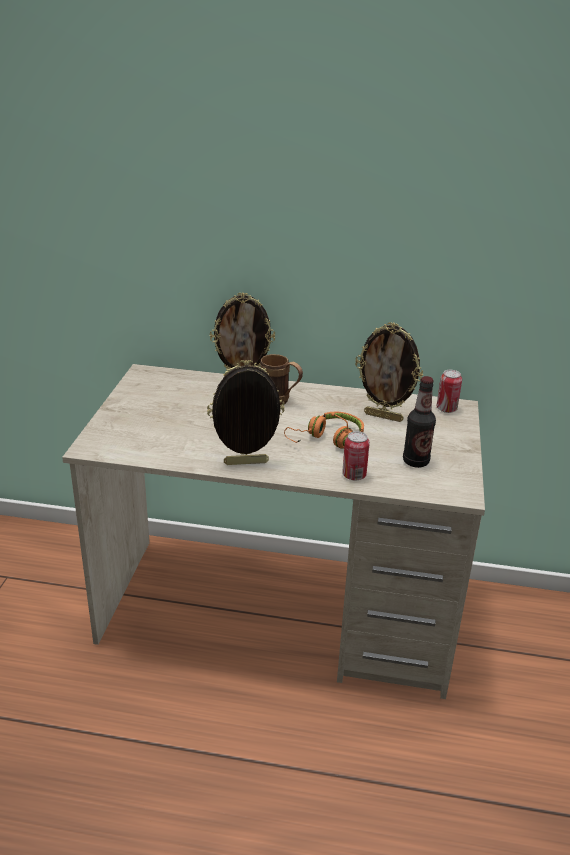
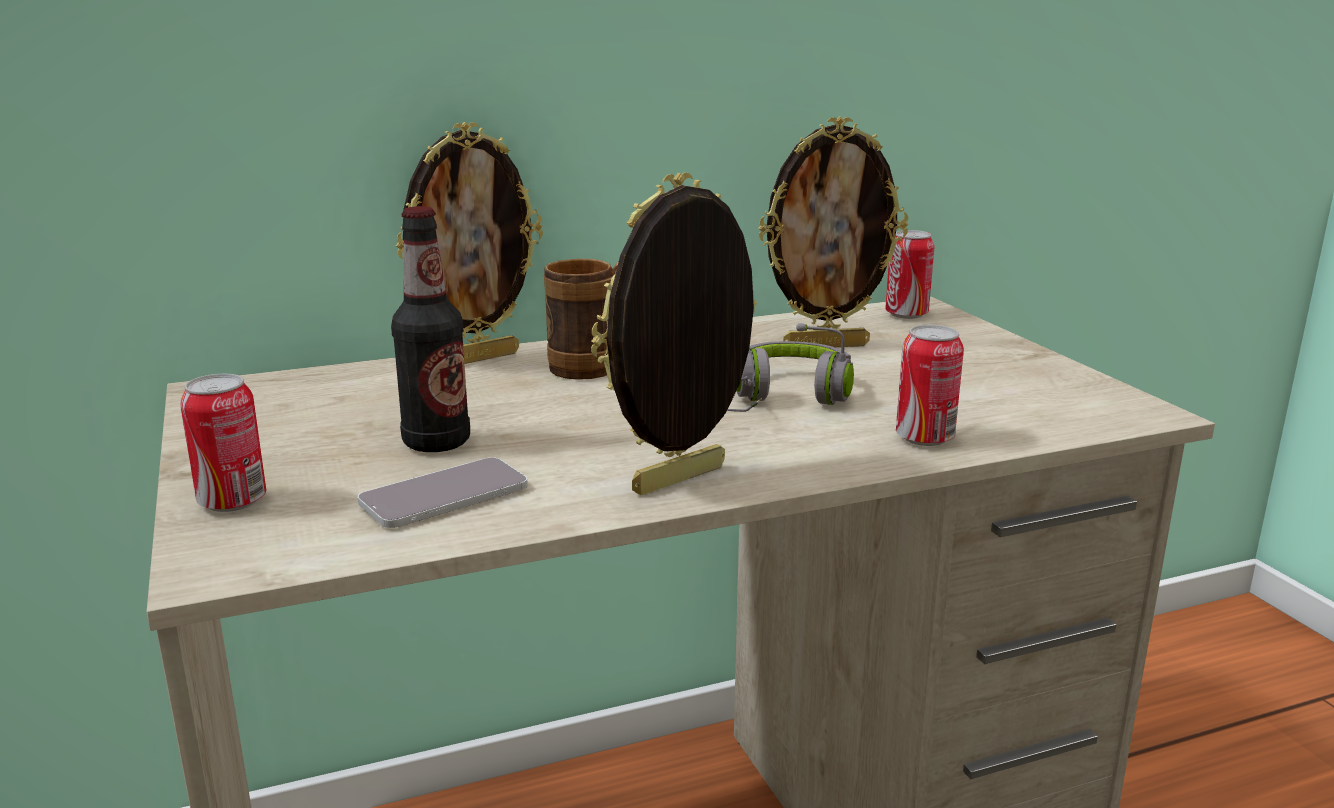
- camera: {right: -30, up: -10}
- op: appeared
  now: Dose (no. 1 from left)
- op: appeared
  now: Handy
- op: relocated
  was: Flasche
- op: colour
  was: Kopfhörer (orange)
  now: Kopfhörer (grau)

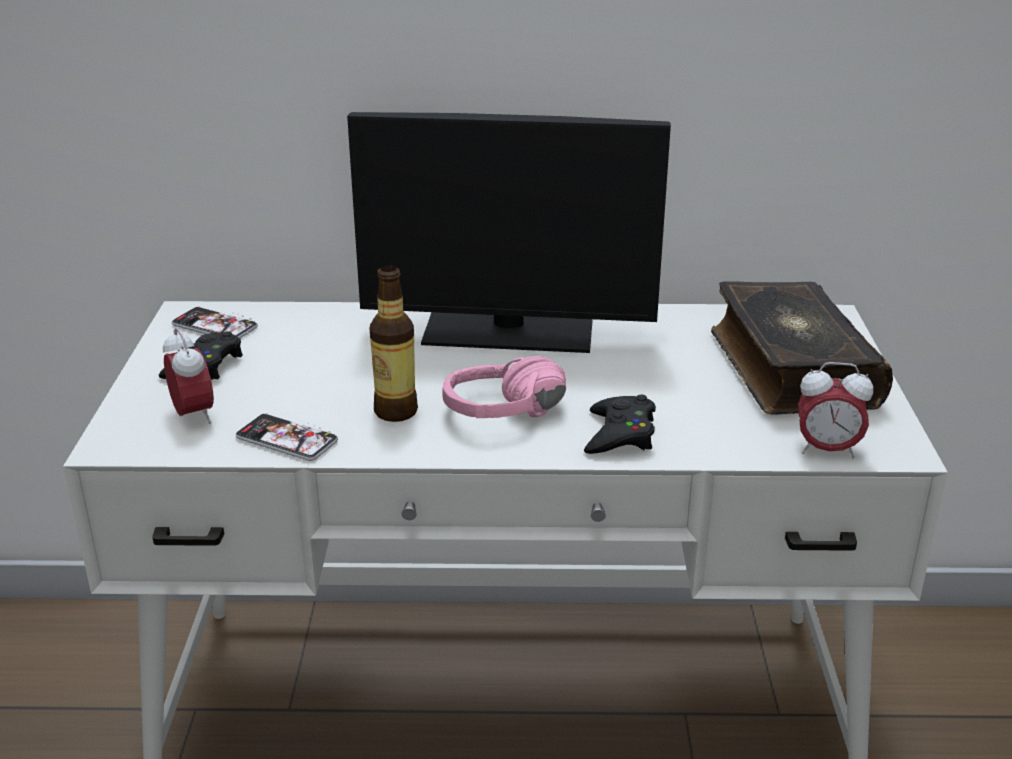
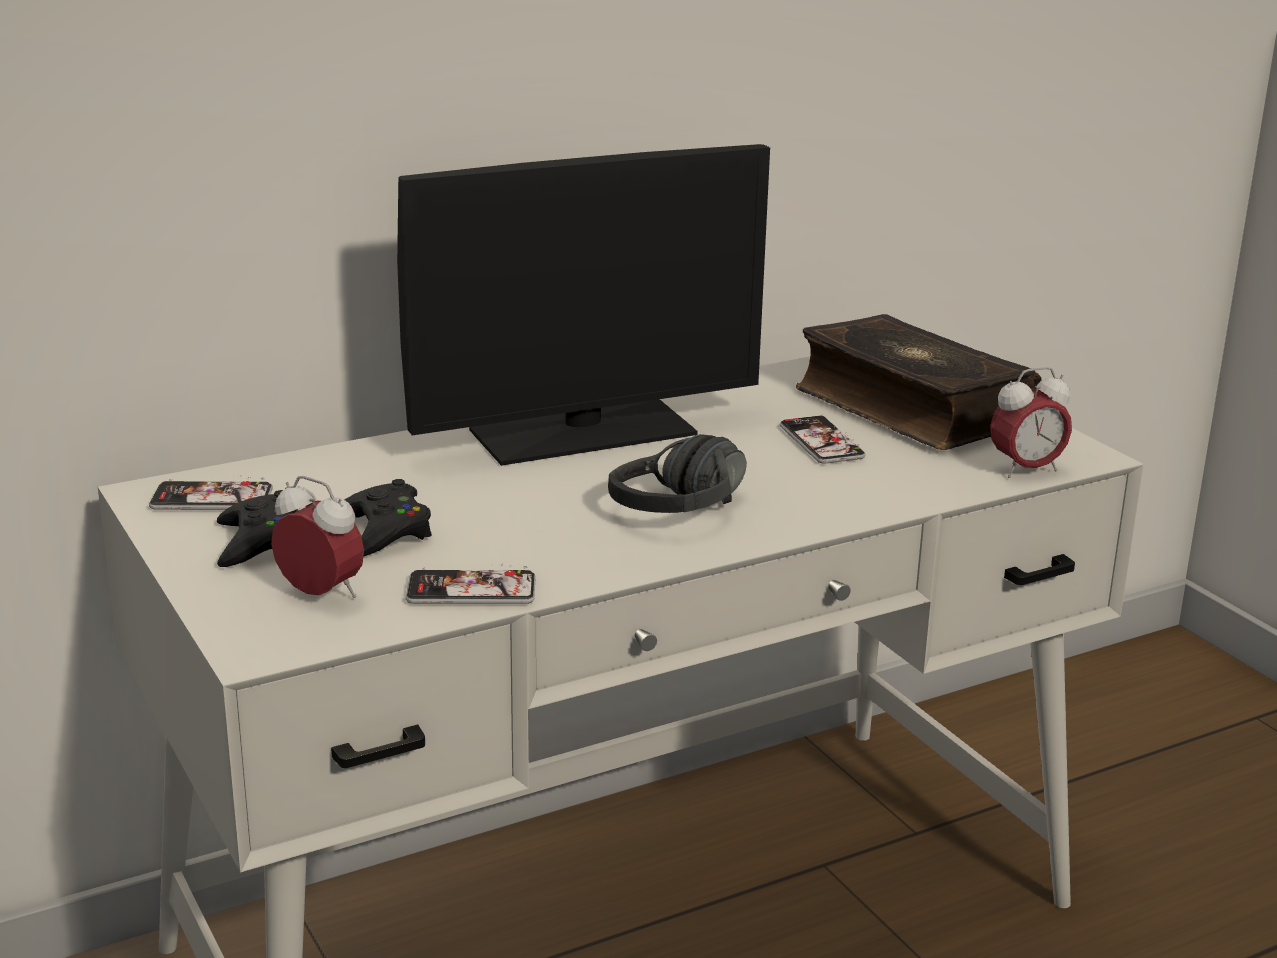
- camera: {right: -30, up: -5}
- op: relocated
  was: Gamepad (schwarz) (no. 2 from left)
- op: colour
  was: Kopfhörer (rosa)
  now: Kopfhörer (schwarz)
- op: appeared
  now: Handy (no. 3 from left)
- op: missing
  was: Flasche

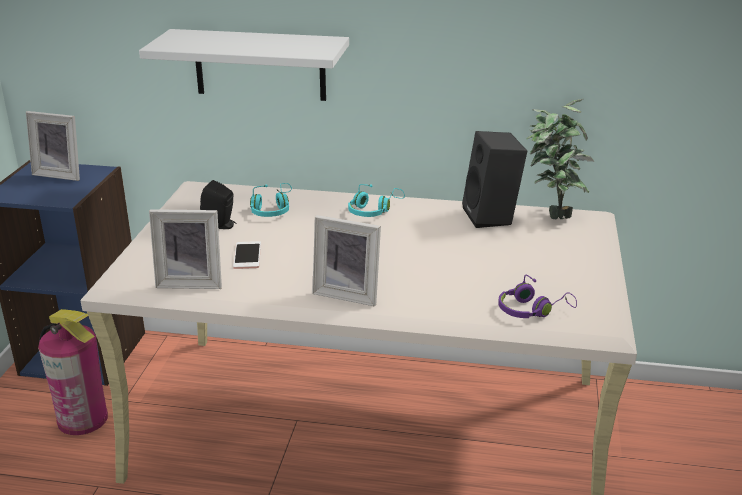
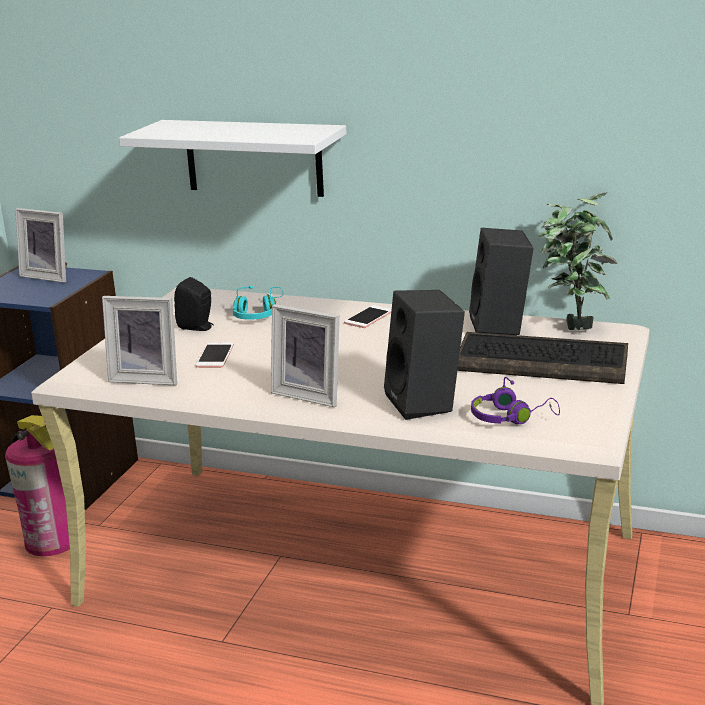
- camera: {right: 10, up: -5}
- op: exchanged
  was: Kopfhörer (türkis) (no. 2 from left)
  now: Handy (no. 2 from left)
- op: appeared
  now: Lautsprecher (schwarz) (no. 2 from left)
- op: appeared
  now: Tastatur

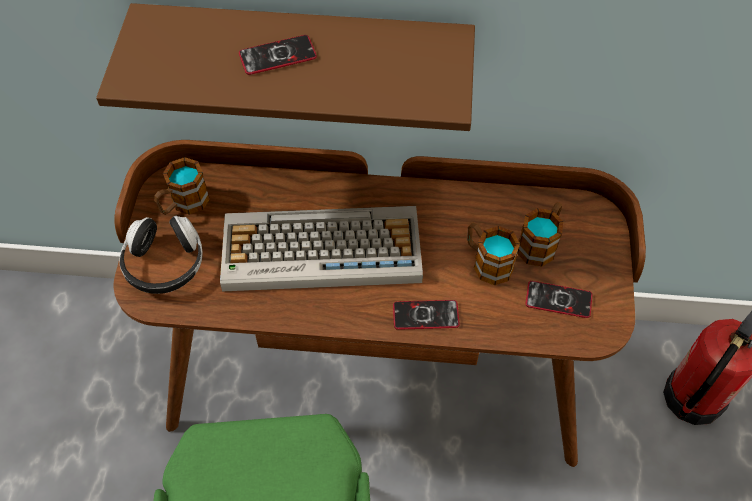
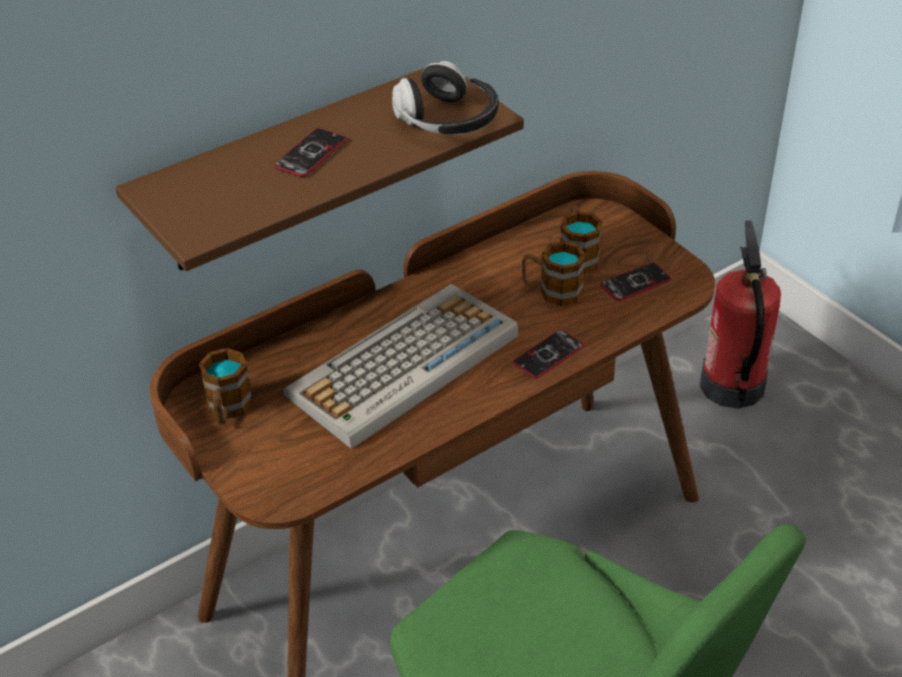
- camera: {right: -40, up: -15}
- op: relocated
  was: Kopfhörer

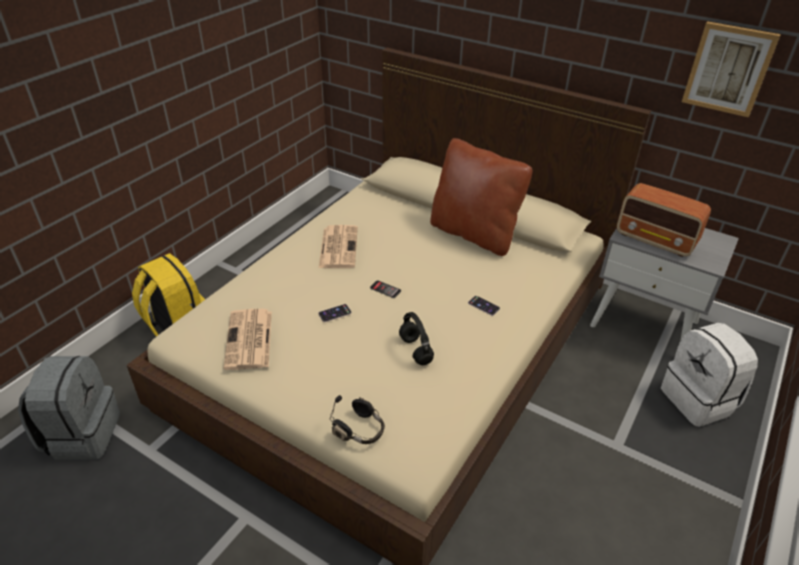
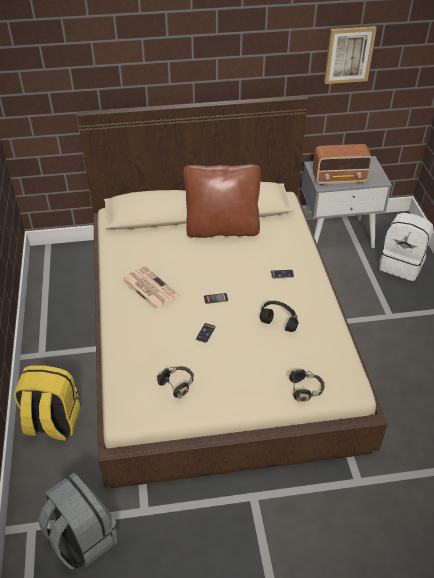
- camera: {right: -40, up: 5}
- op: exchanged
  was: Zeitung (no. 1 from left)
  now: Kopfhörer (schwarz) (no. 1 from left)

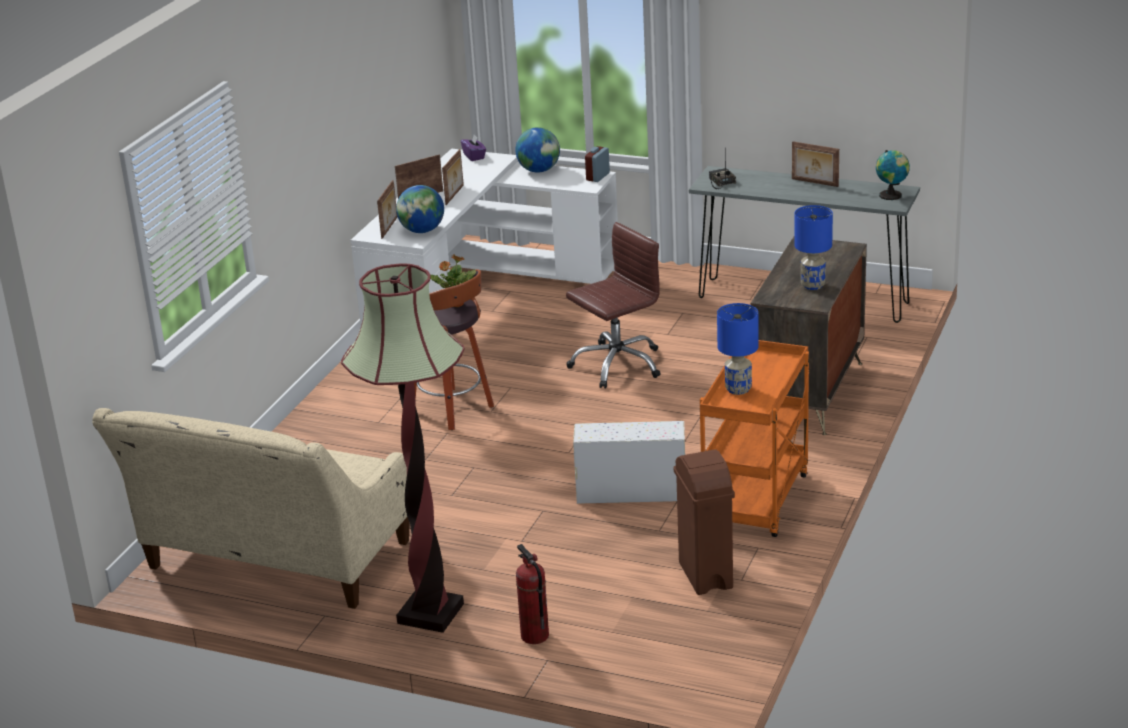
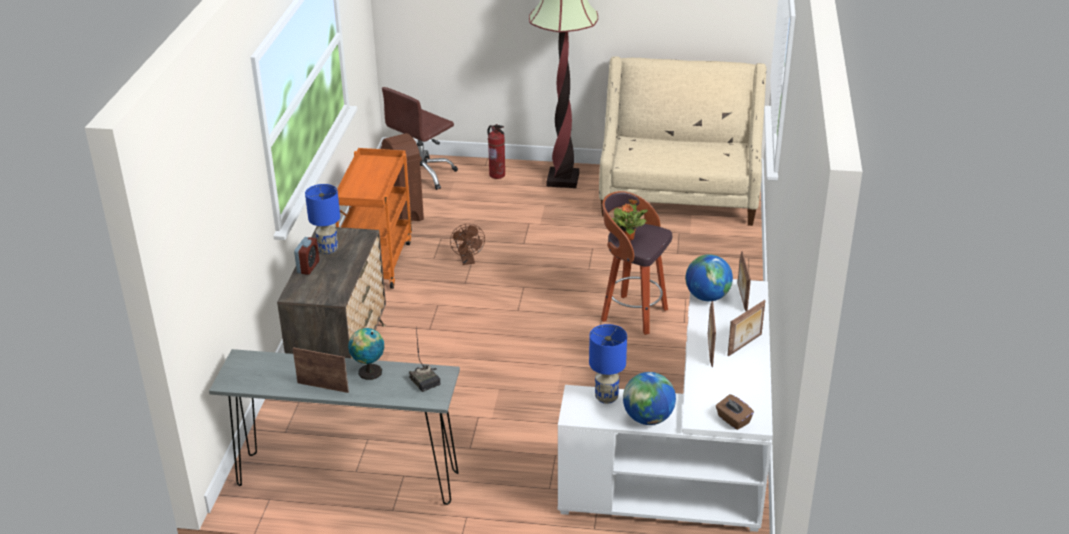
- camera: {right: 165, up: 5}
- op: relocated
  was: Wecker
- op: relocated
  was: Globus (no. 3 from left in the first image)
  now: Globus (no. 1 from left)
- op: relocated
  was: Bürostuhl (braun)
- op: exchanged
  was: Aufbewahrungsbox (weiß)
  now: Ventilator (braun)
- op: relocated
  was: Tischlampe (blau) (no. 1 from left in the first image)
  now: Tischlampe (blau) (no. 2 from left)
- op: colour
  was: Taschentuchbox (lila)
  now: Taschentuchbox (braun)

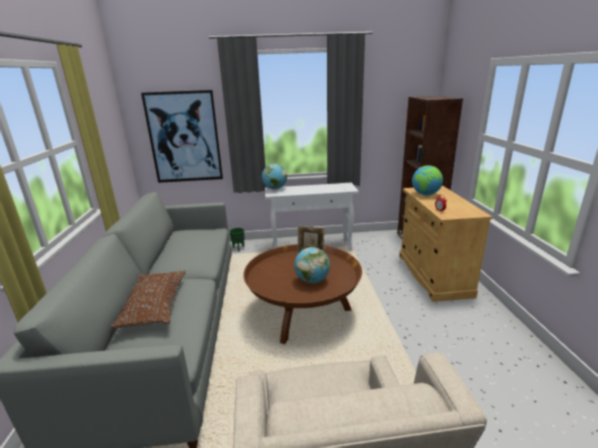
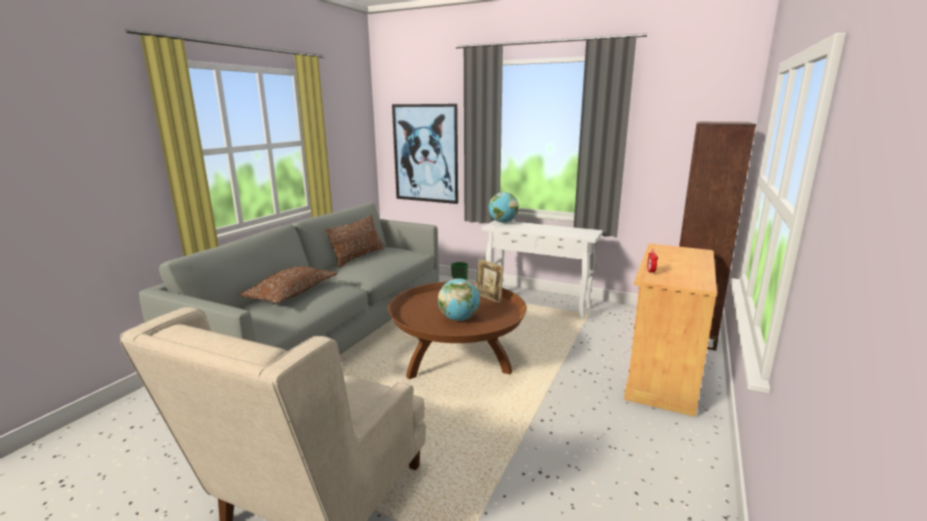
- camera: {right: 30, up: -5}
- op: appeared
  now: Kissen (braun) (no. 2 from left)
- op: missing
  was: Globus (no. 3 from left)

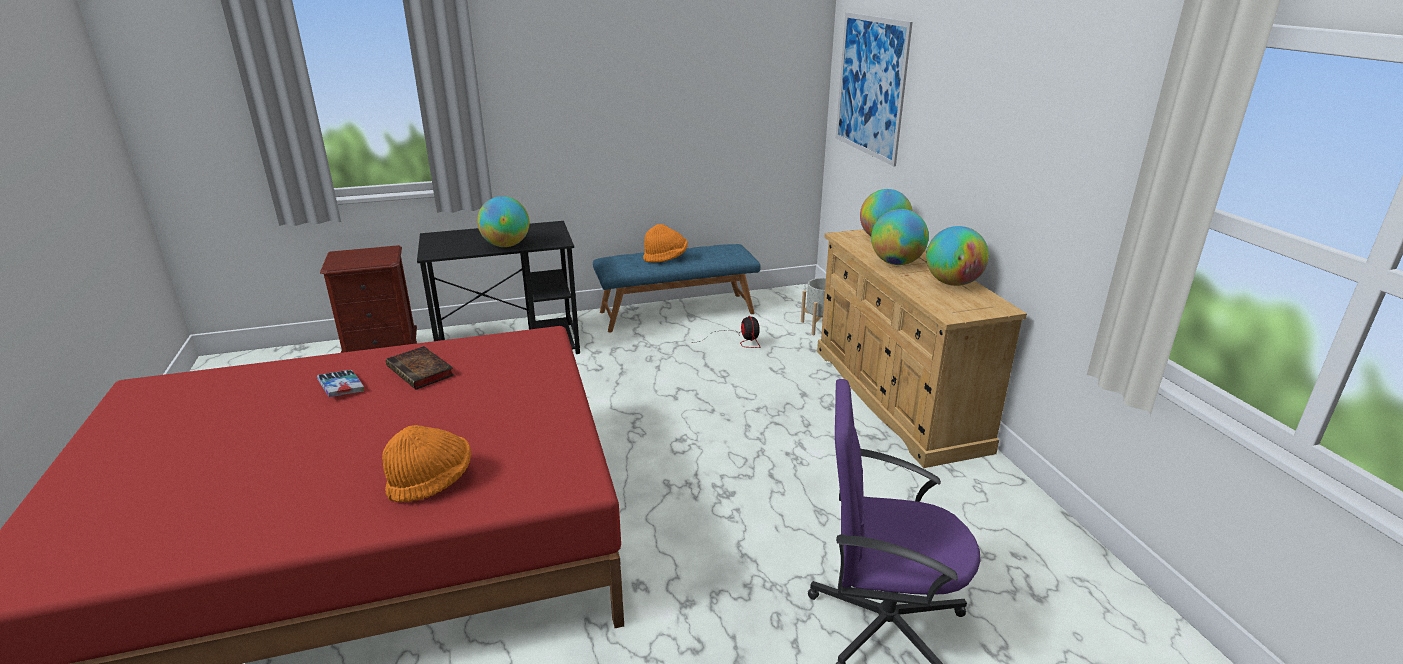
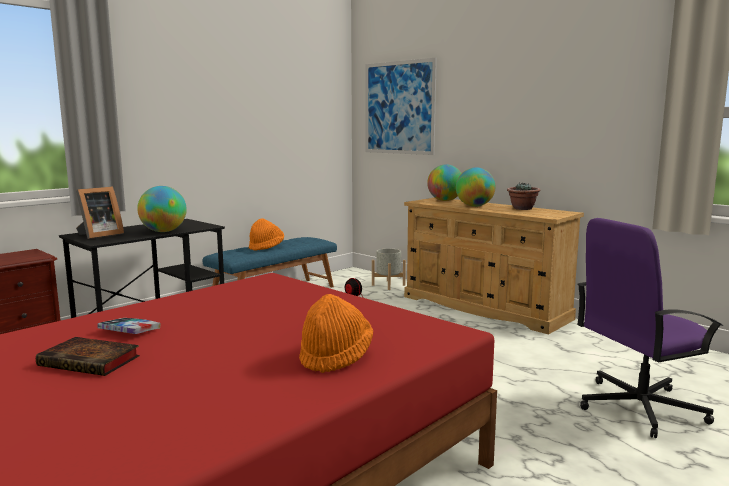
- camera: {right: -30, up: -15}
- op: relocated
  was: Buch (no. 2 from left in the first image)
  now: Buch (no. 1 from left)
- op: appeared
  now: Bilderrahmen
- op: exchanged
  was: Globus (no. 4 from left)
  now: Topfpflanze

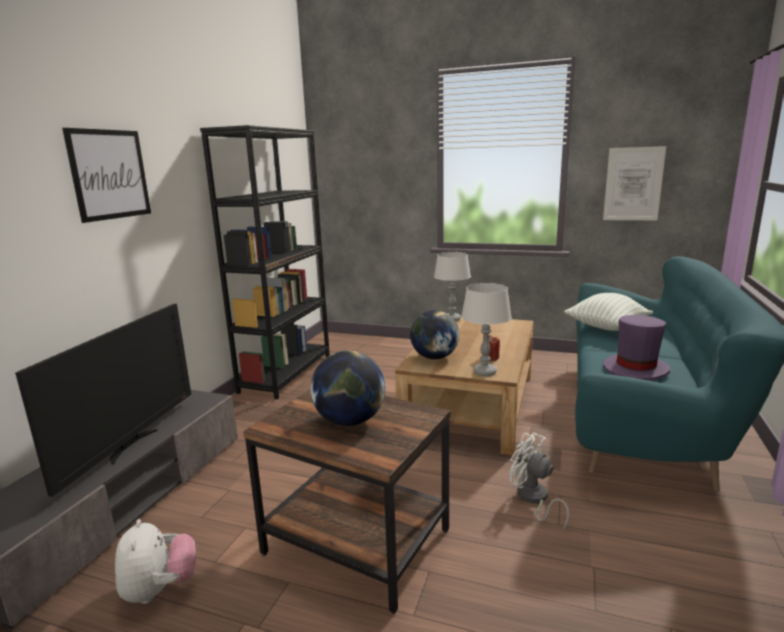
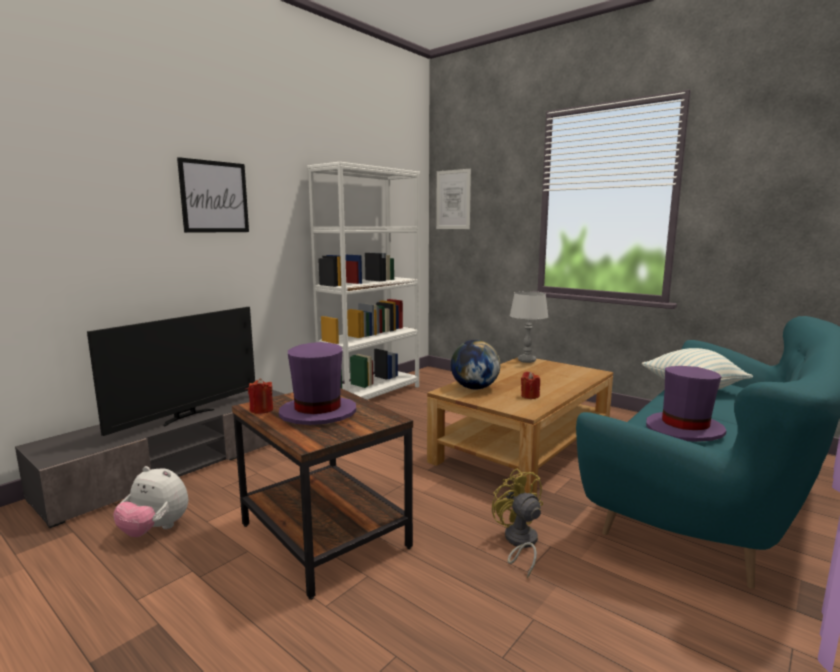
- camera: {right: 20, up: -5}
- op: spun
  was: Plüschtier
  clockwise: 105
- op: appeared
  now: Kerze (rot) (no. 1 from left)
- op: exchanged
  was: Globus (no. 1 from left)
  now: Hut (lila) (no. 1 from left)
- op: colour
  was: Bücherregal (schwarz)
  now: Bücherregal (weiß)
- op: relocated
  was: Bild (no. 2 from left)
- op: colour
  was: Ventilator (weiß)
  now: Ventilator (gelb)
- op: missing
  was: Tischlampe (grau) (no. 2 from left)

